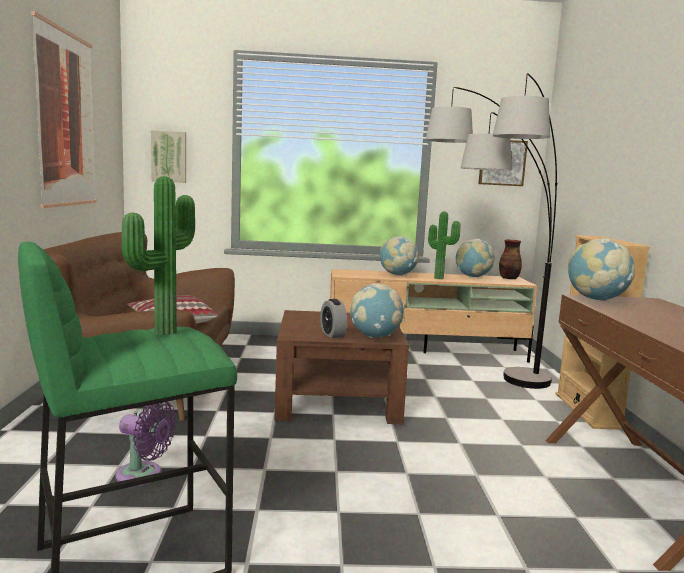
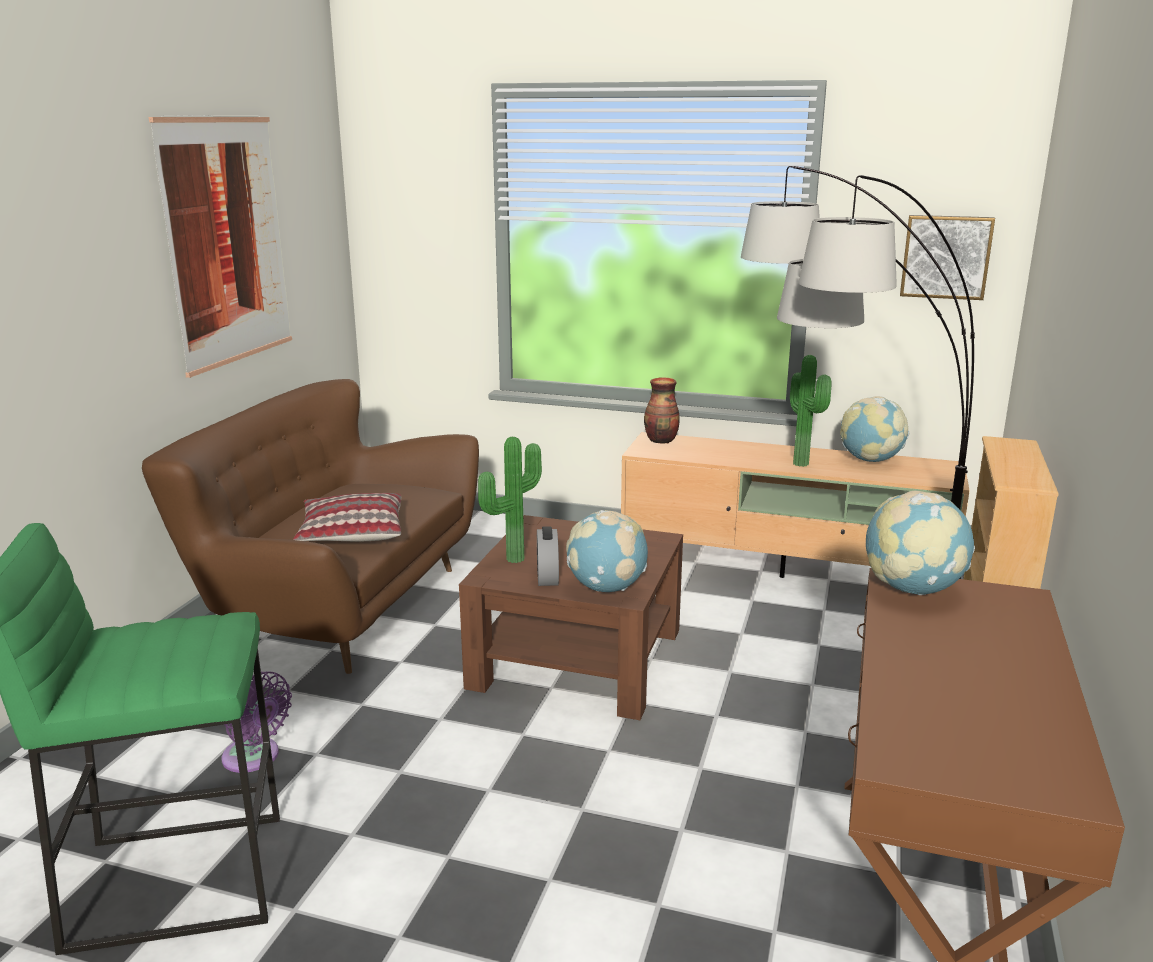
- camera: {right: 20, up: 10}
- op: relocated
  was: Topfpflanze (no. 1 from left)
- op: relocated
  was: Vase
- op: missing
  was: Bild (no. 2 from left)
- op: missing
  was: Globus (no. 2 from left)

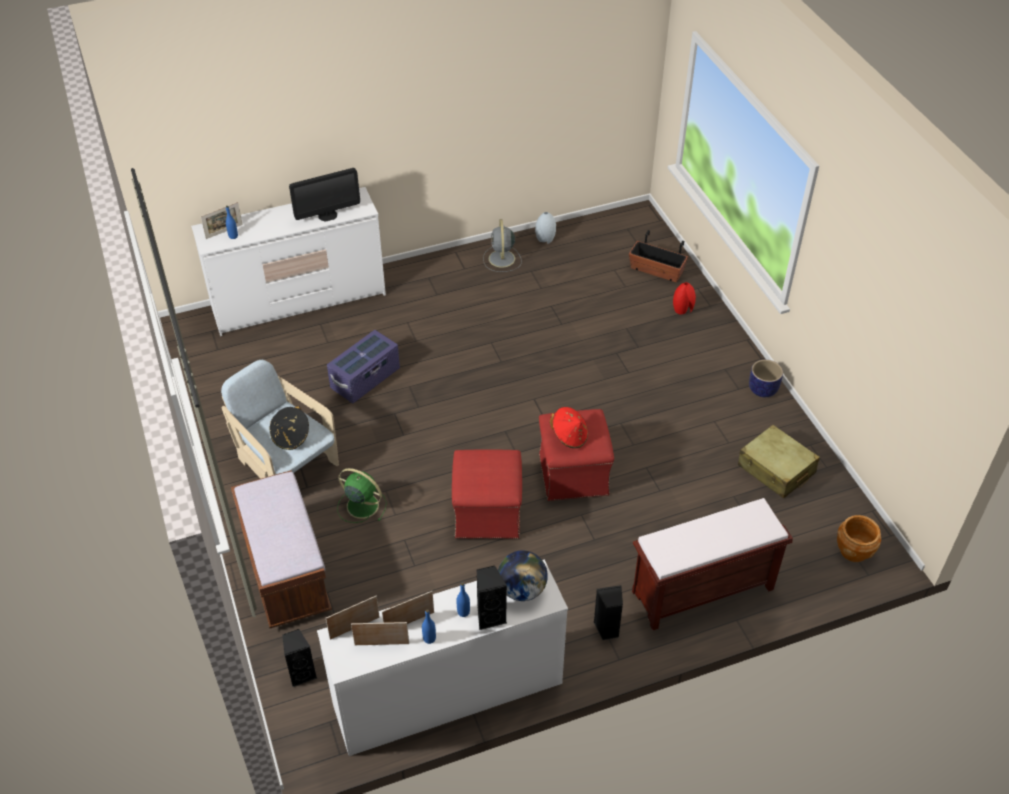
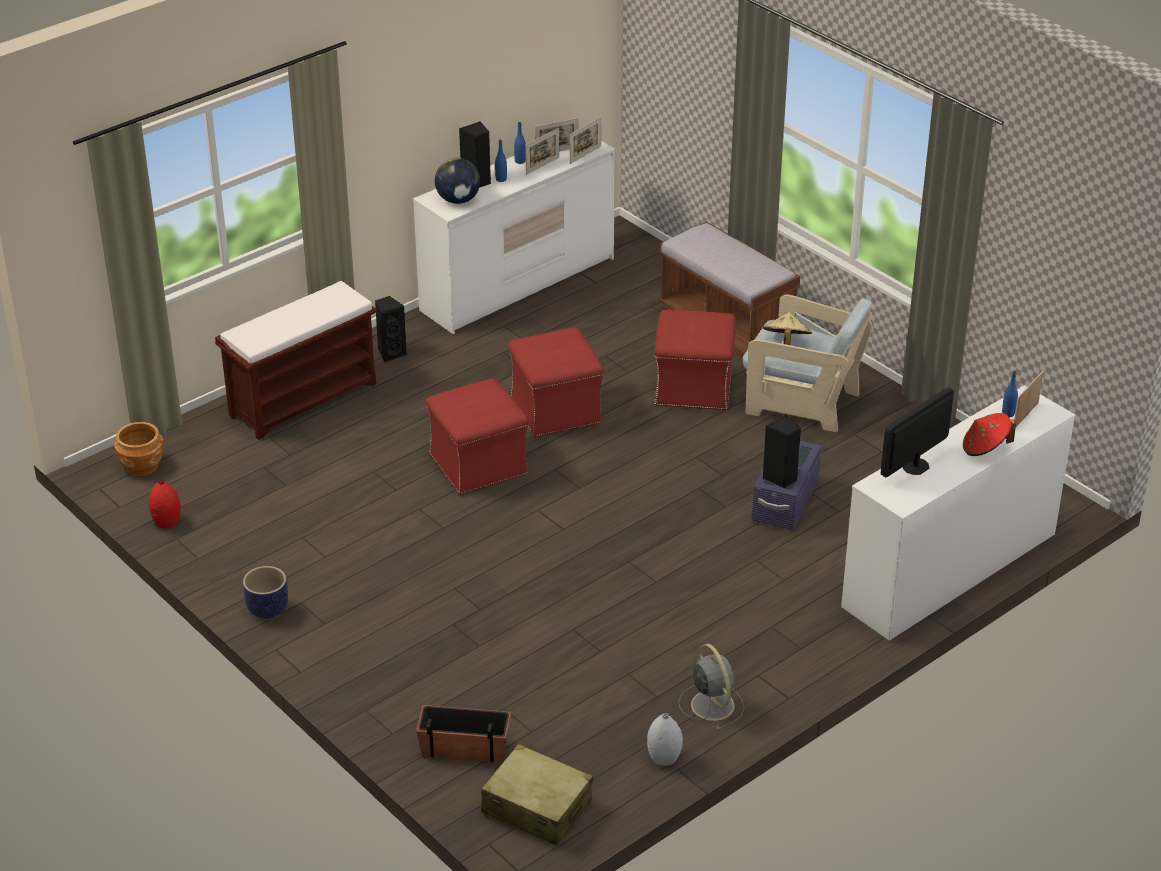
- camera: {right: 160, up: -10}
- op: relocated
  was: Vase (rot)
- op: relocated
  was: Koffer (beige)
- op: exchanged
  was: Ventilator (grün)
  now: Polsterhocker (rot) (no. 3 from left)
- op: colour
  was: Hut (schwarz)
  now: Hut (beige)
- op: relocated
  was: Lautsprecher (schwarz) (no. 1 from left in the first image)
  now: Lautsprecher (schwarz) (no. 3 from left)
- op: relocated
  was: Hut (rot)

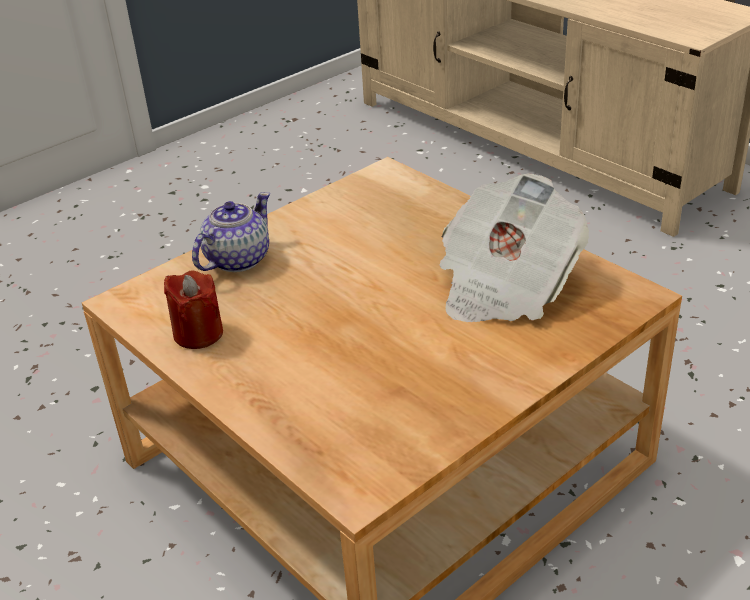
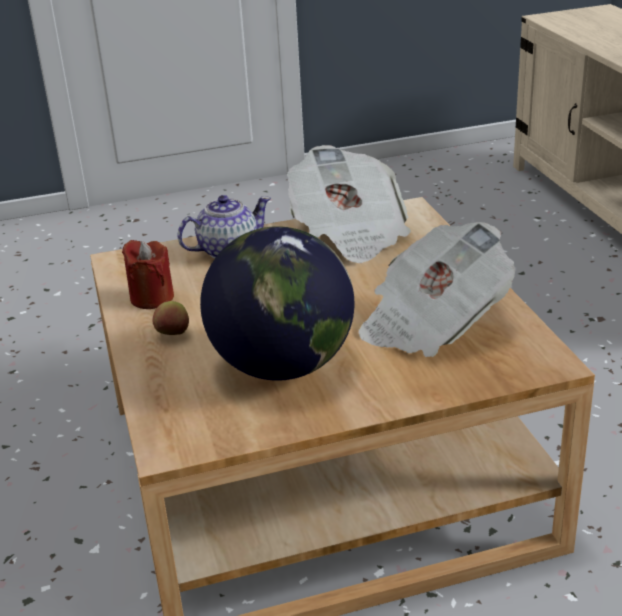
- camera: {right: 25, up: -5}
- op: appeared
  now: Apfel
- op: appeared
  now: Globus
- op: appeared
  now: Zeitung (no. 1 from left)

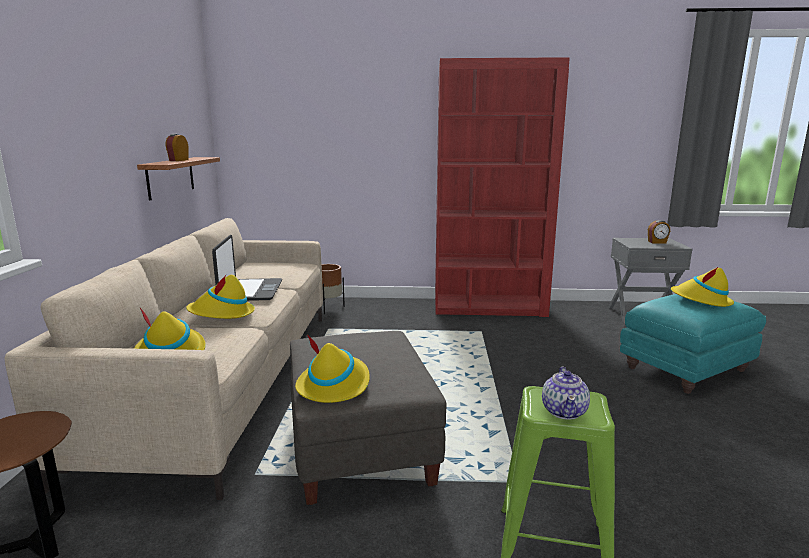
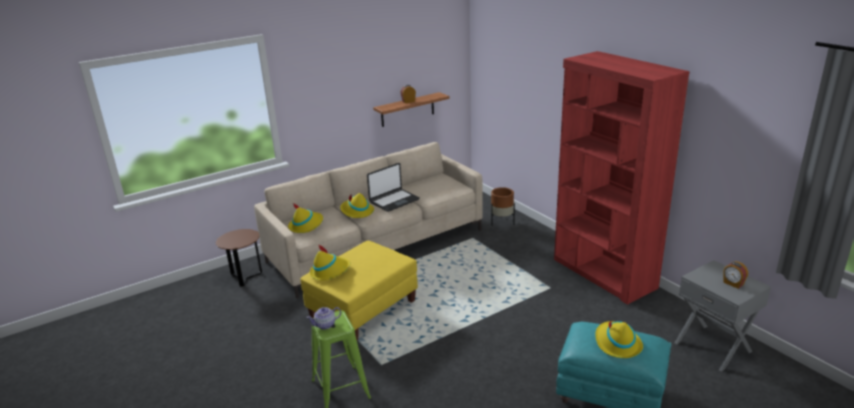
- camera: {right: 55, up: 10}
- op: colour
  was: Polsterhocker (grau)
  now: Polsterhocker (gelb)

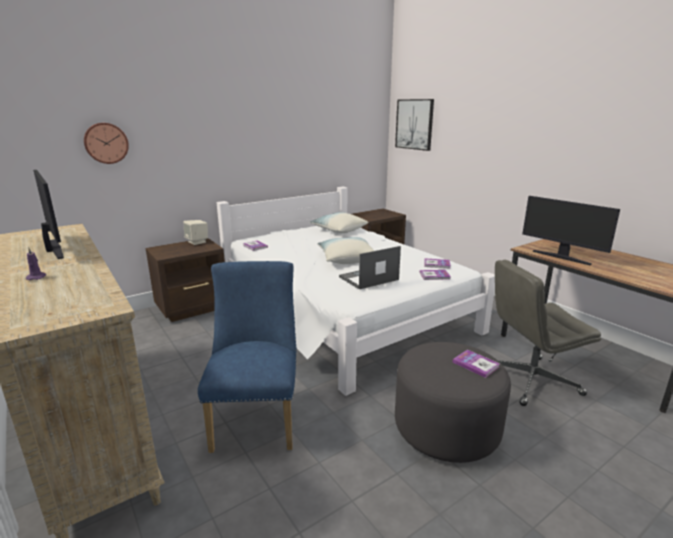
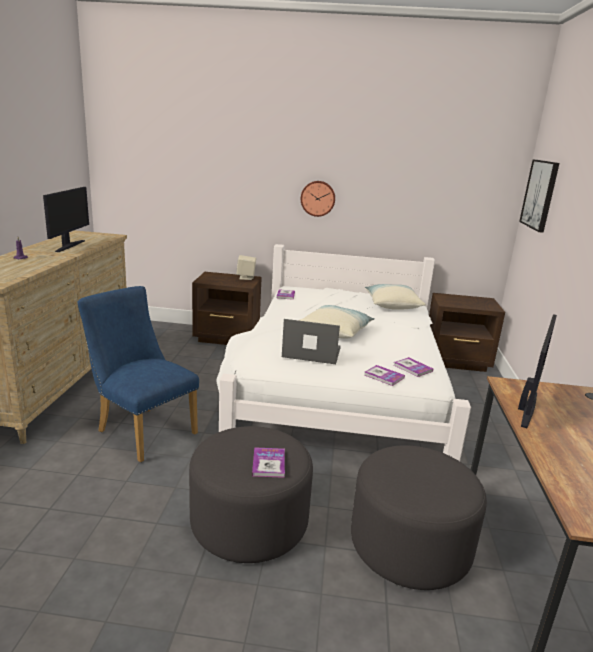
- camera: {right: 40, up: 0}
- op: spun
  was: Stuhl (blau)
  clockwise: -90
- op: relocated
  was: Wanduhr
- op: exchanged
  was: Bürostuhl (grau)
  now: Polsterhocker (grau) (no. 2 from left)
- op: spun
  was: Monitor (no. 2 from left)
  clockwise: -150

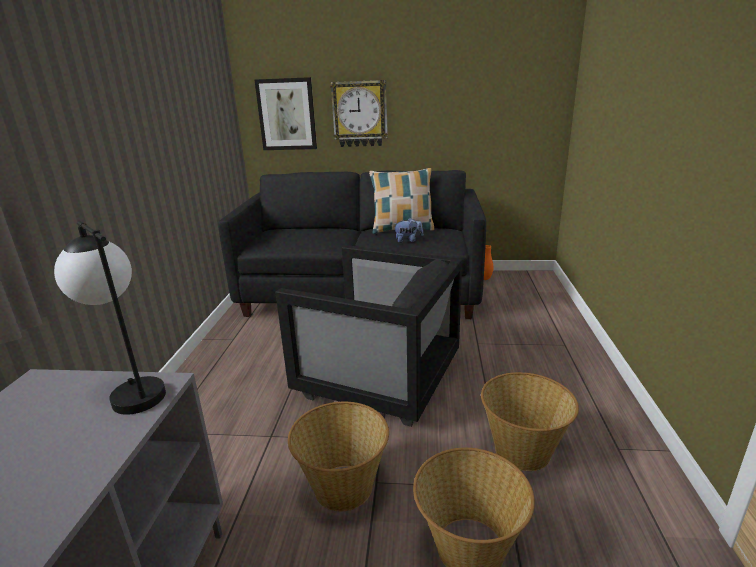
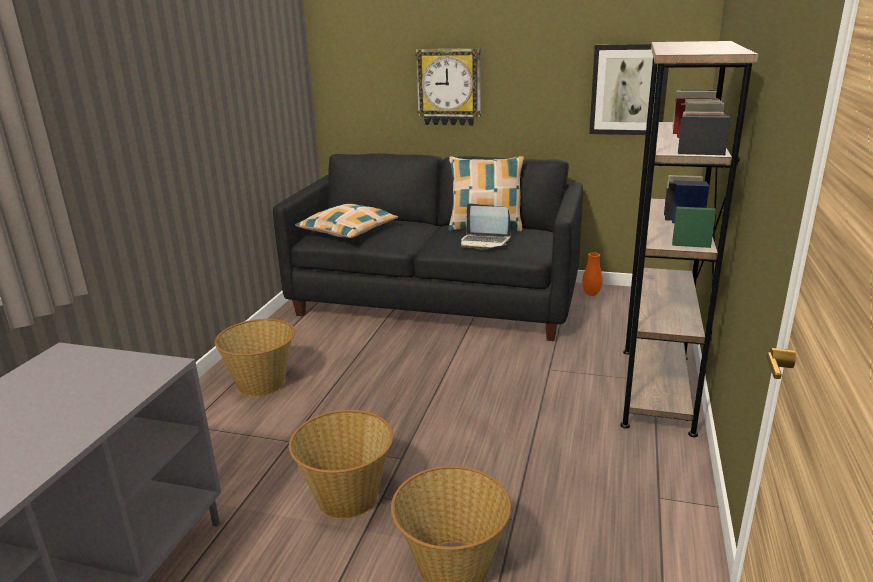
- camera: {right: 10, up: 0}
- op: relocated
  was: Korb (no. 3 from left in the first image)
  now: Korb (no. 1 from left)
- op: appeared
  now: Kissen (no. 1 from left)
- op: exchanged
  was: Plüschtier
  now: Laptop
- op: relocated
  was: Bild
- op: appeared
  now: Bücherregal (braun)
- op: missing
  was: Tischlampe
- op: missing
  was: Sessel (schwarz)

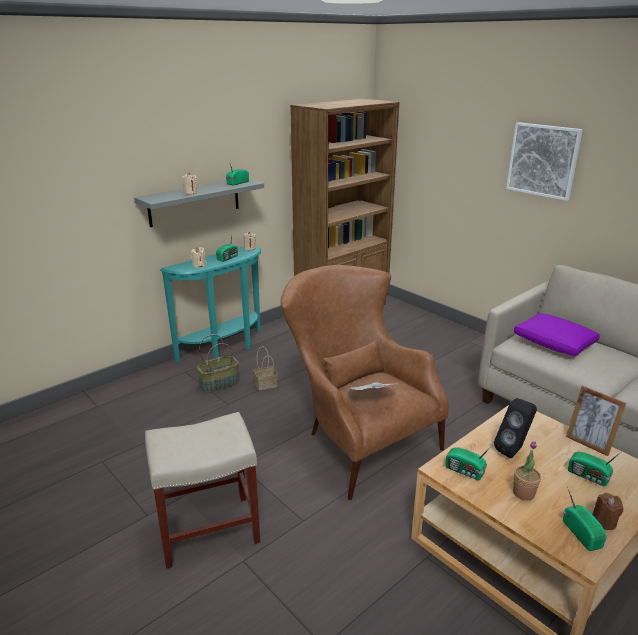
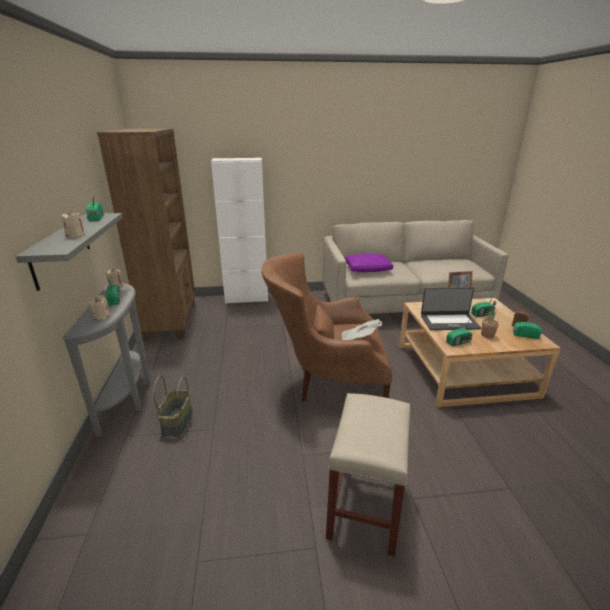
- camera: {right: -55, up: 0}
- op: colour
  was: Konsolentisch (türkis)
  now: Konsolentisch (grau)
- op: appeared
  now: Schrank (weiß)
- op: exchanged
  was: Lautsprecher (schwarz)
  now: Laptop
- op: missing
  was: Korb (no. 2 from left)
- op: missing
  was: Bild

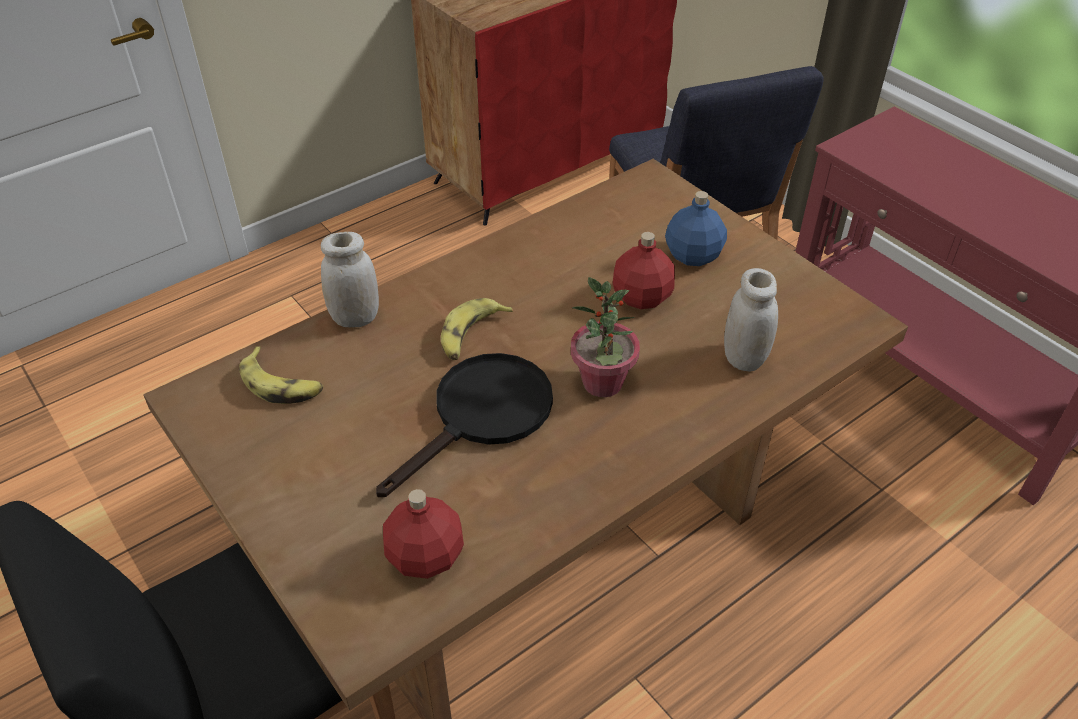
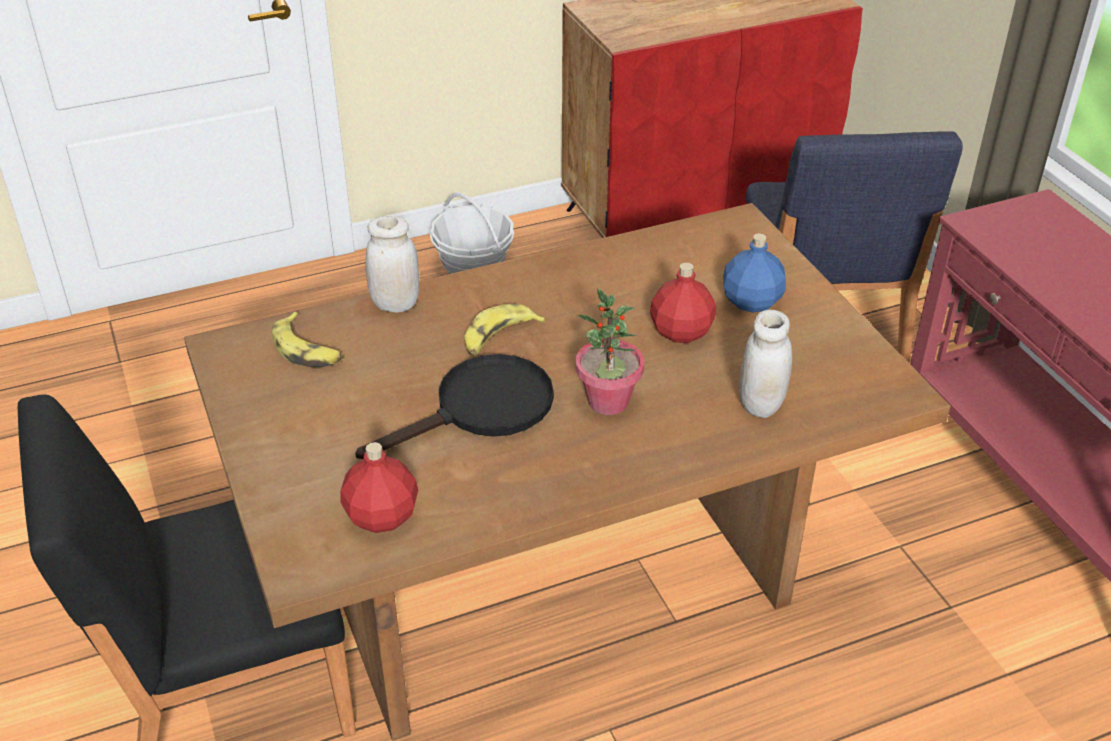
- camera: {right: 15, up: -5}
- op: appeared
  now: Korb

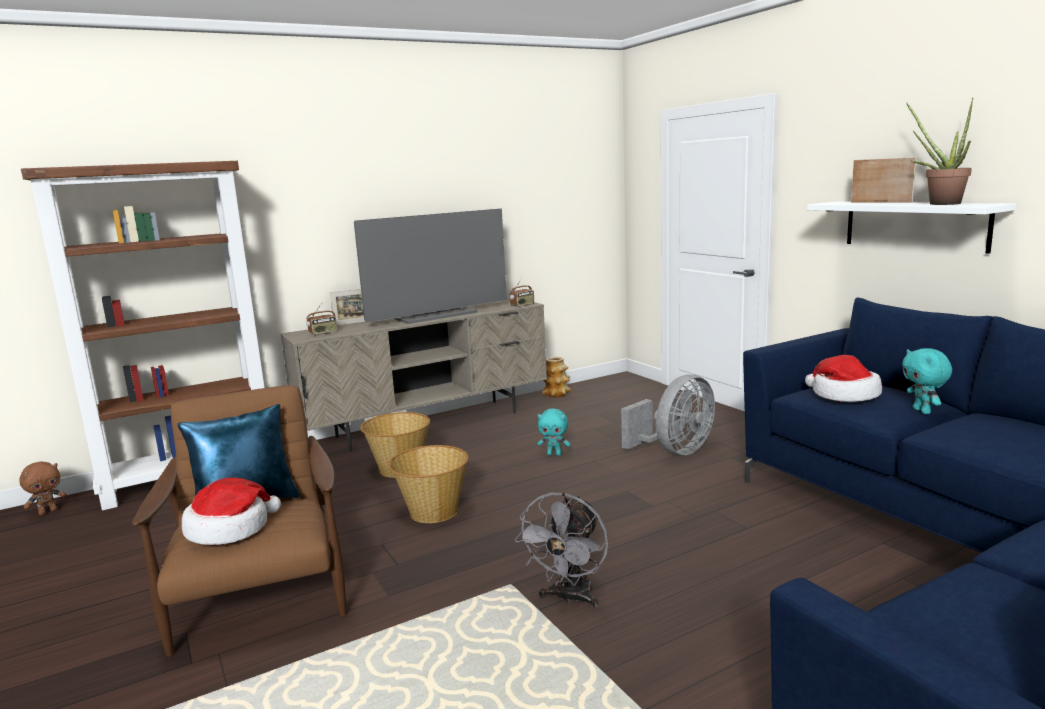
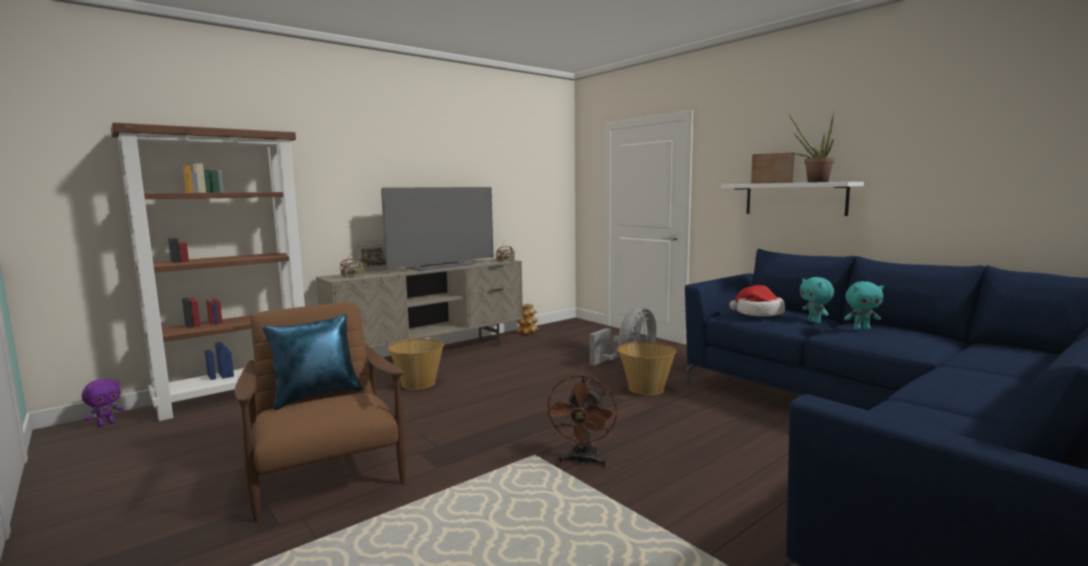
- camera: {right: -10, up: -5}
- op: colour
  was: Plüschtier (braun)
  now: Plüschtier (lila)
- op: colour
  was: Ventilator (grau) (no. 1 from left)
  now: Ventilator (braun)
- op: relocated
  was: Korb (no. 2 from left)
- op: relocated
  was: Plüschtier (türkis) (no. 1 from left in the first image)
  now: Plüschtier (türkis) (no. 2 from left)
- op: missing
  was: Hut (no. 1 from left)

